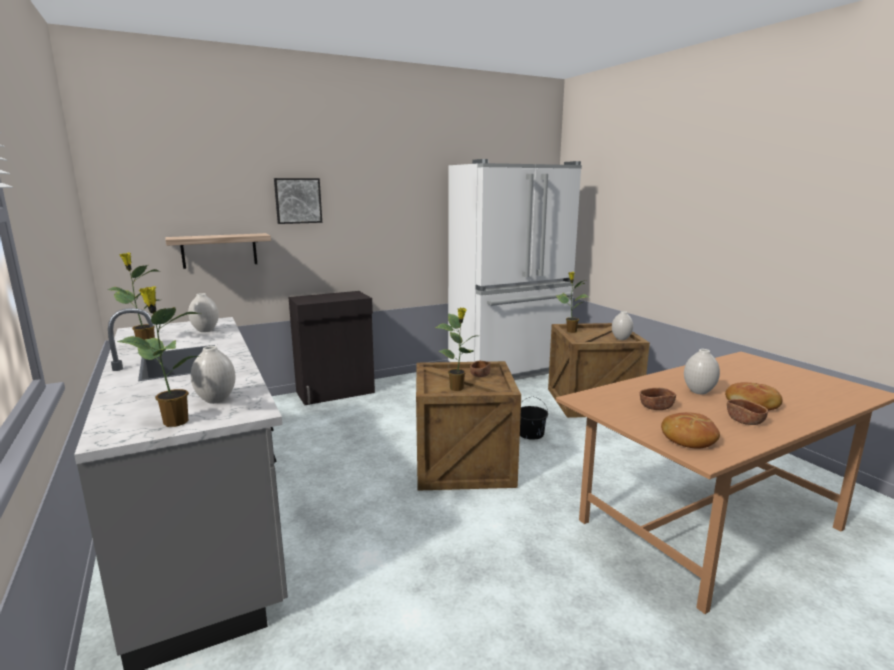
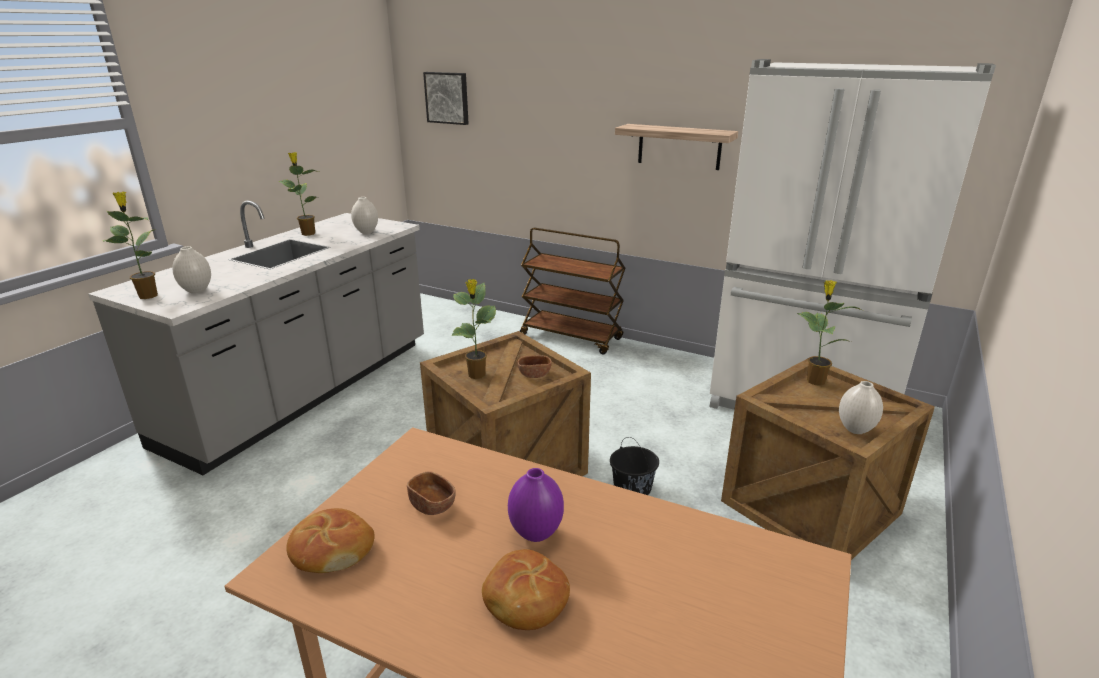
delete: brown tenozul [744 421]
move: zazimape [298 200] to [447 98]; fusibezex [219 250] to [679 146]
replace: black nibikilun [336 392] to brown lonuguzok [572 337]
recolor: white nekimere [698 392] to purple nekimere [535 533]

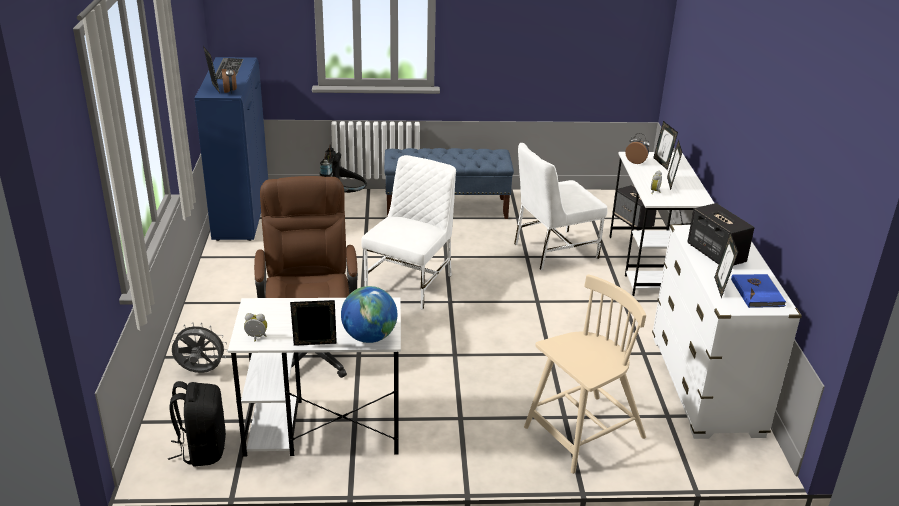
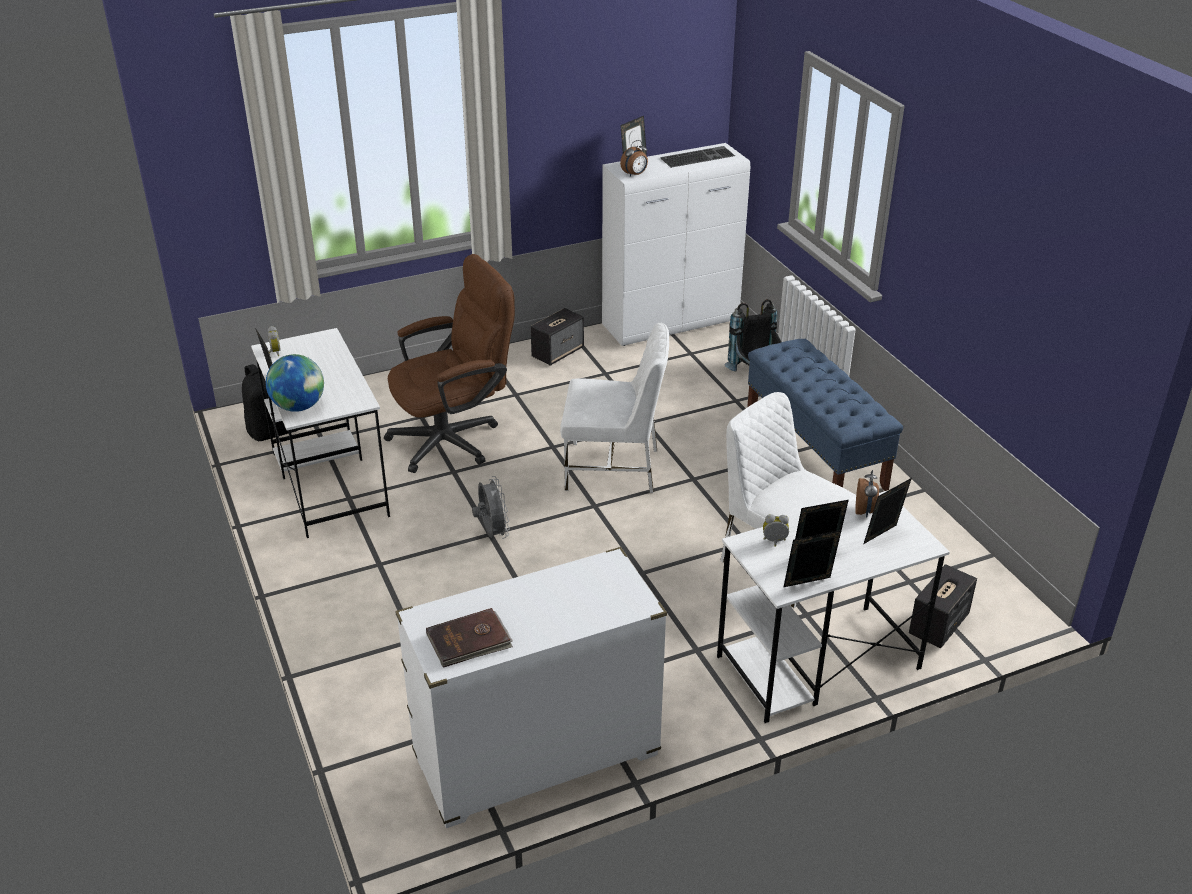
delete: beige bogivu [583 434]
move: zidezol [715 253] to [558 352]; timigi [721 287] to [808 585]; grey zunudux [200 372] to [492 533]
recolor: blue nibikilun [241 214] to white nibikilun [671 324]; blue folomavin [758 293] to brown folomavin [469 641]

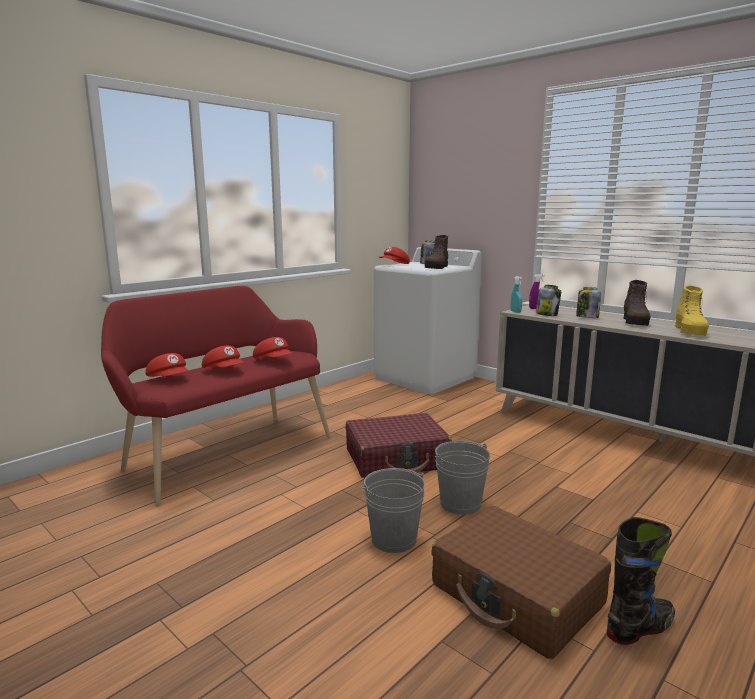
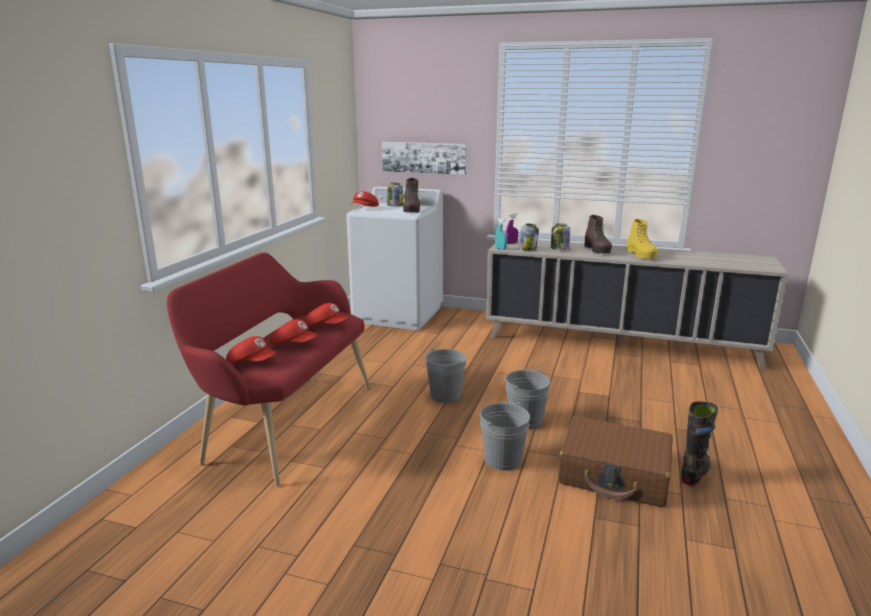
insert: zazimape [424 157]
replace: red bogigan [397 459] to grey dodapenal [445 395]

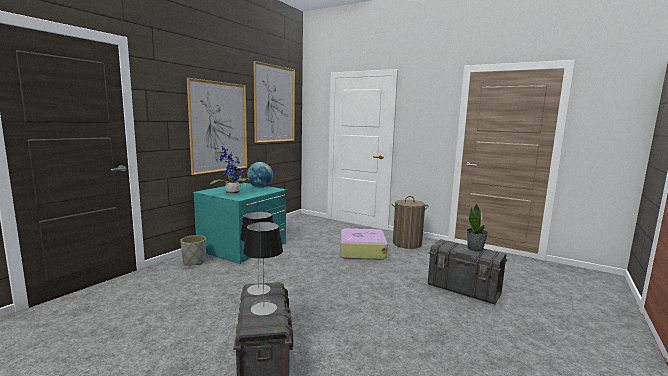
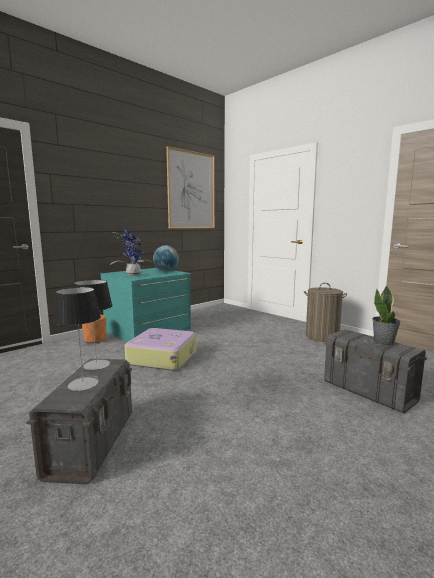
delete: zazimape [219 127]
move: bogigan [361 251] to [162 357]
recolor: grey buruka [194 262] to orange buruka [95 340]

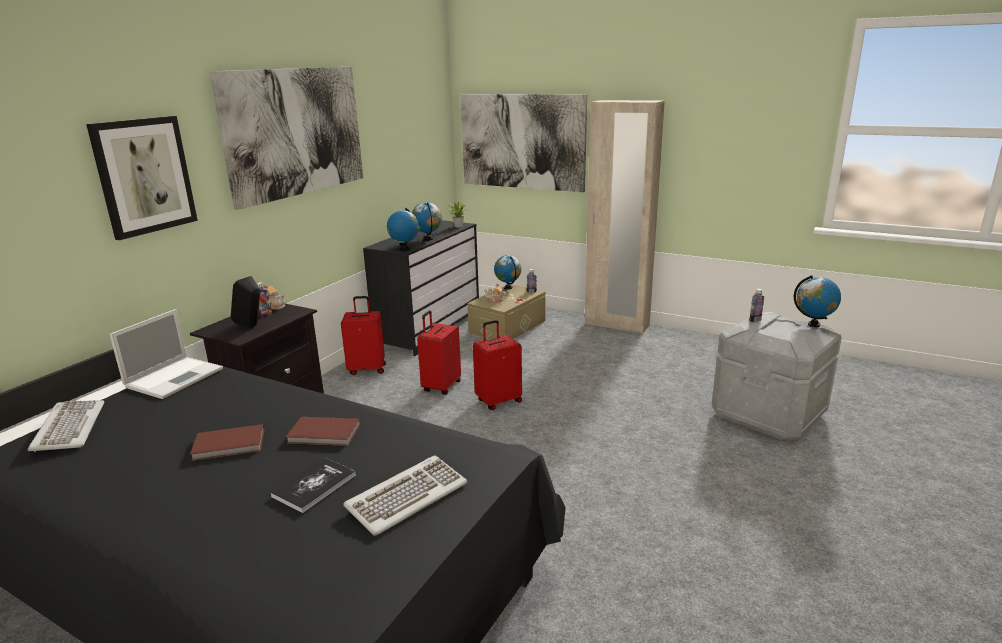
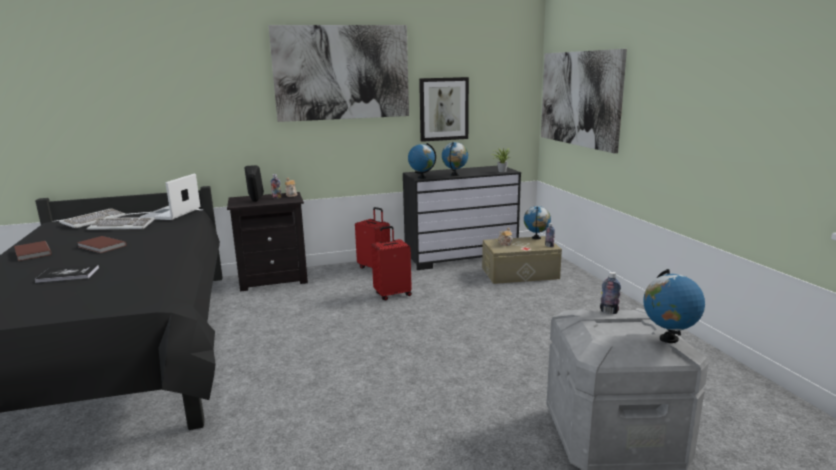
delete: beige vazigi [616 324]; red bogigan [498 401]
move: zazimape [144 176] to [443 109]; brown folomavin [324 434] to [32 253]; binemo [407 497] to [122 226]
rotate: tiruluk [175 377] = [171 213] 120 degrees clockwise

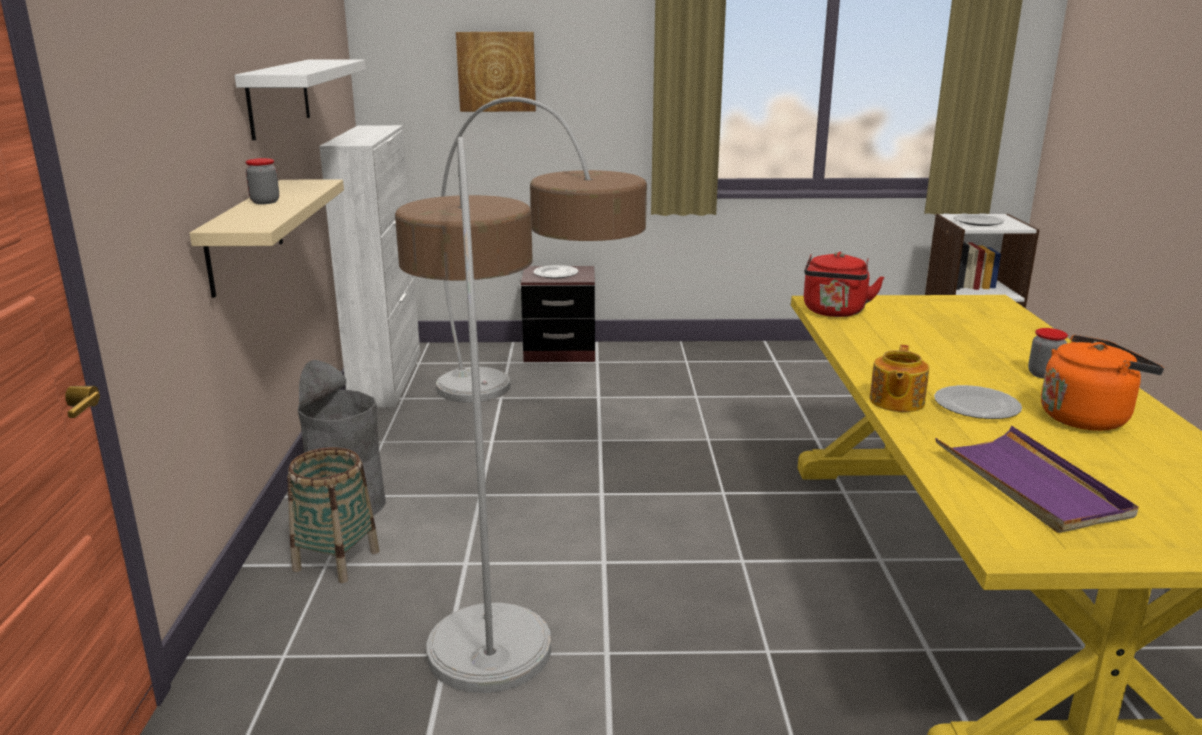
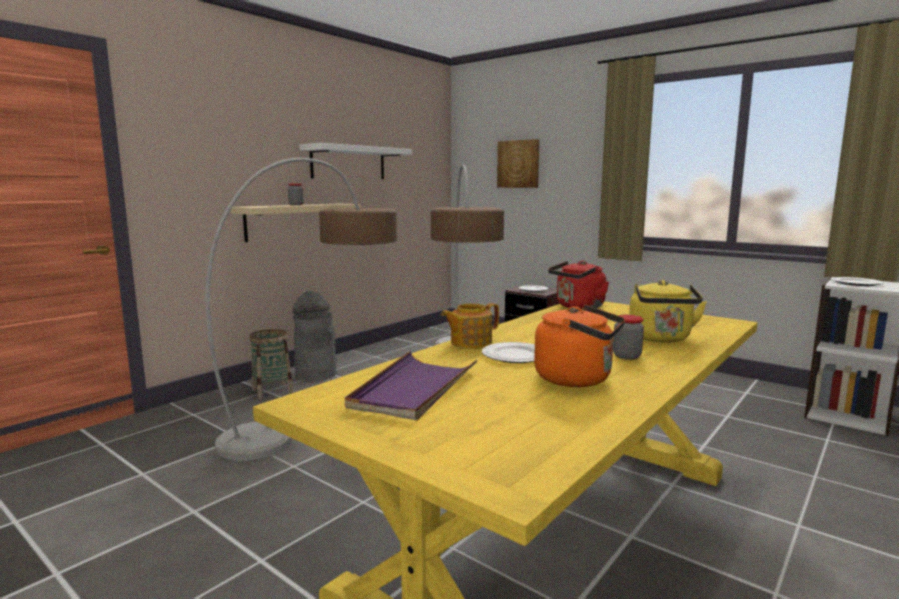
delete: white nibikilun [387 378]
insert: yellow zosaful [661 338]

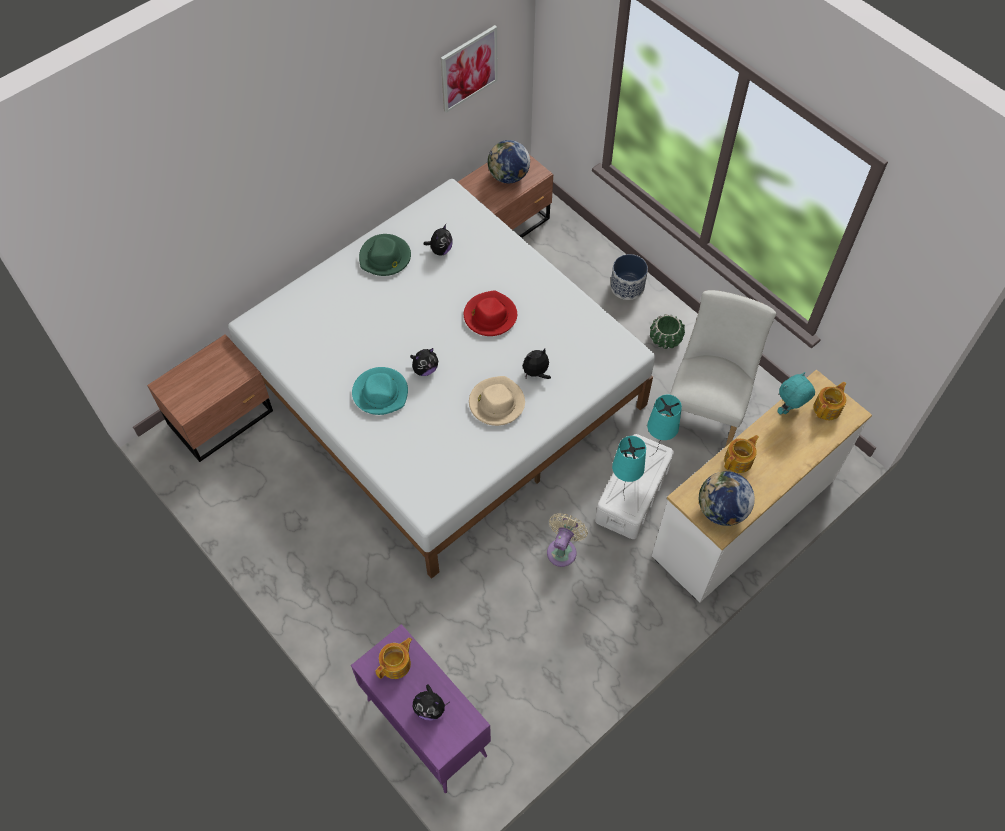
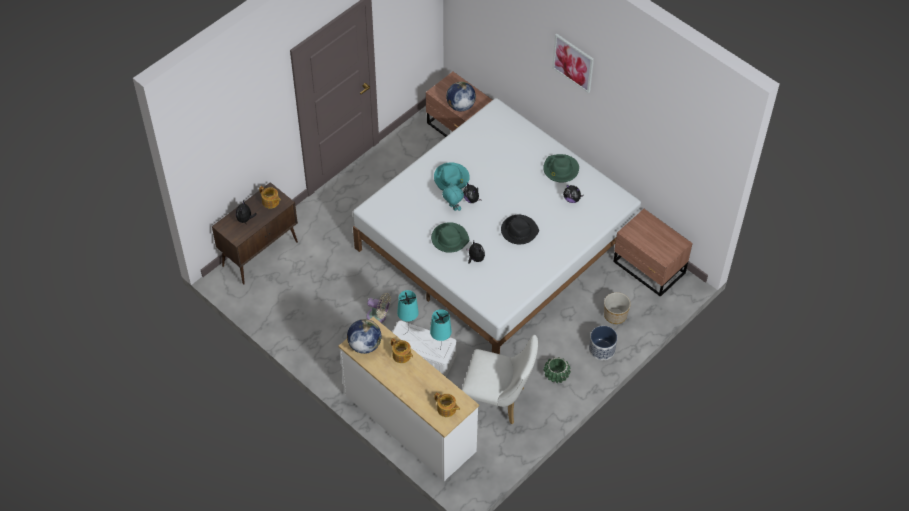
insert: buruka [615 315]
move: zazimape [469 68] to [573 62]; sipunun [508 176] to [460 106]; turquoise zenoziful [789 410] to [452 208]
recolor: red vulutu [490 316] to black vulutu [519 231]; beige vulutu [496 403] to green vulutu [449 239]; purple nibikilun [425 726] to brown nibikilun [260 253]

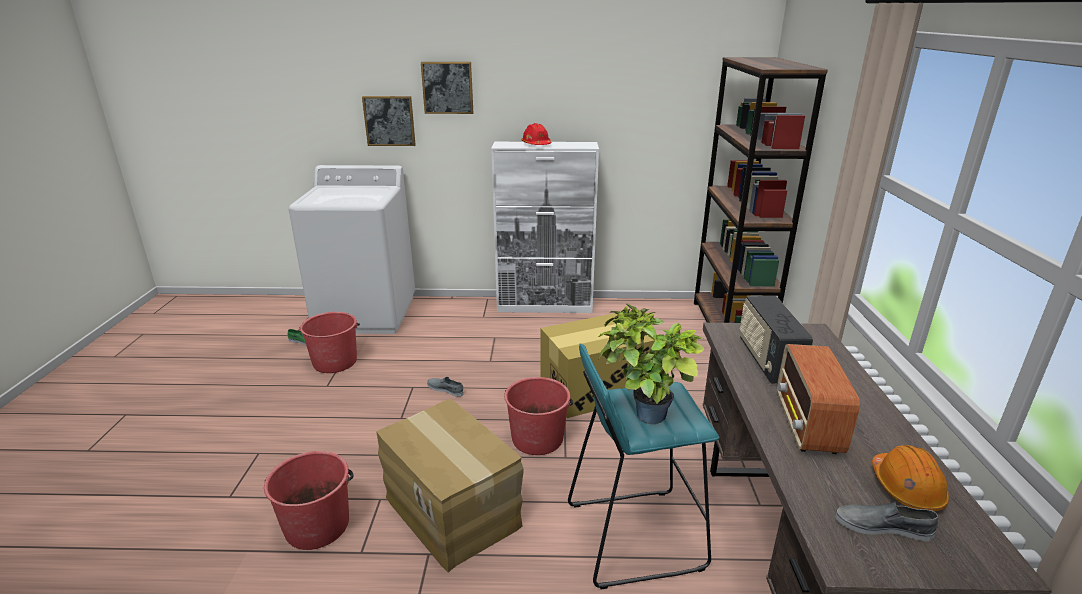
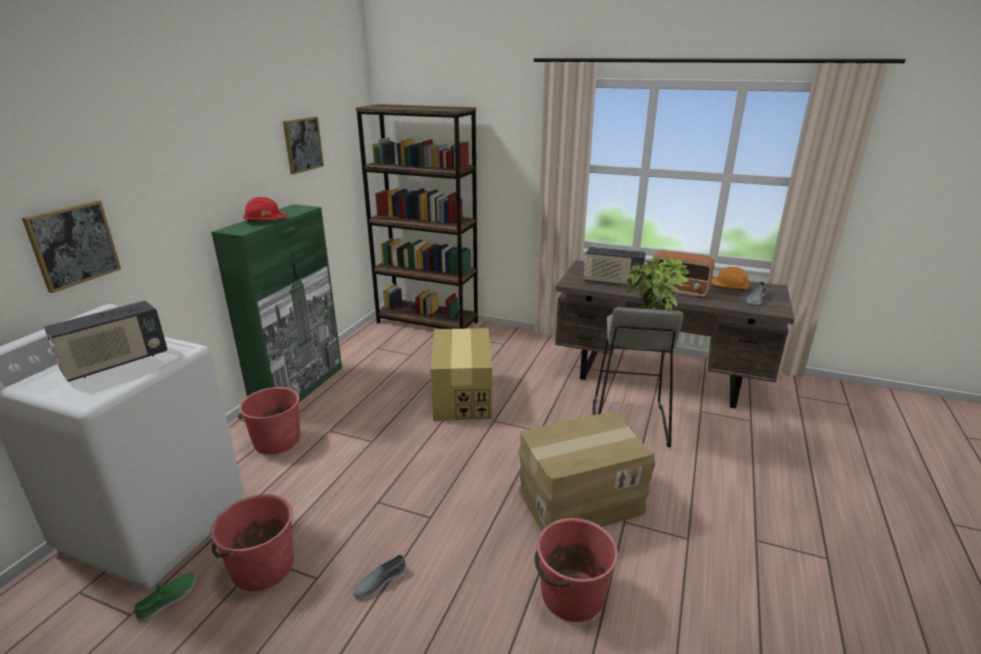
insert: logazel [116 363]
move: zazimape [447 87] to [303 144]; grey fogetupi [445 389] to [380 581]; red dodapenal [537 438] to [276 440]
recolor: white nibikilun [545 306] to green nibikilun [299 388]; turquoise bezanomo [633 535] to grey bezanomo [628 423]

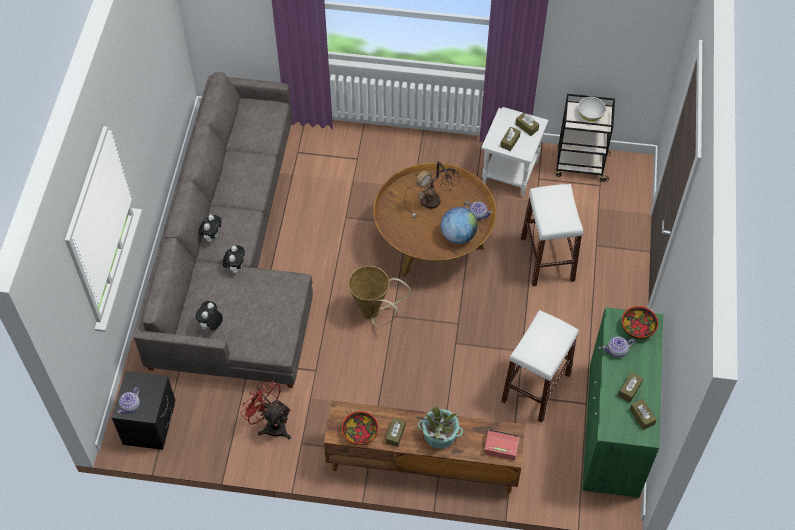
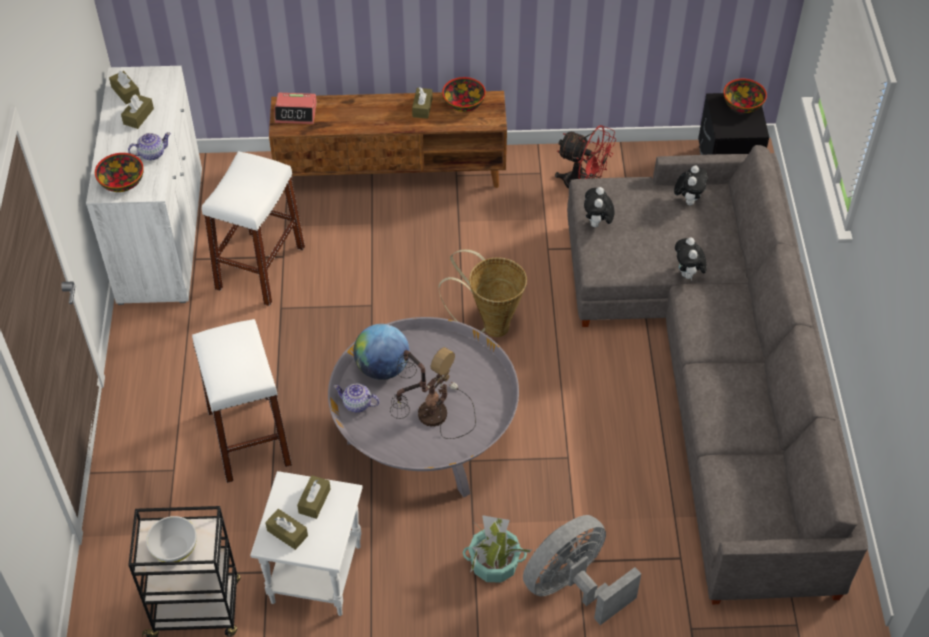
insert: grey zunudux [573 586]
move: zenoziful [212 236] to [597 224]; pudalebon [440 434] to [494 563]
replace: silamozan [131 405] to tenozul [742 105]
recolor: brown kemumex [433 241] to grey kemumex [425 438]; green nibikilun [613 429] to white nibikilun [161 235]

